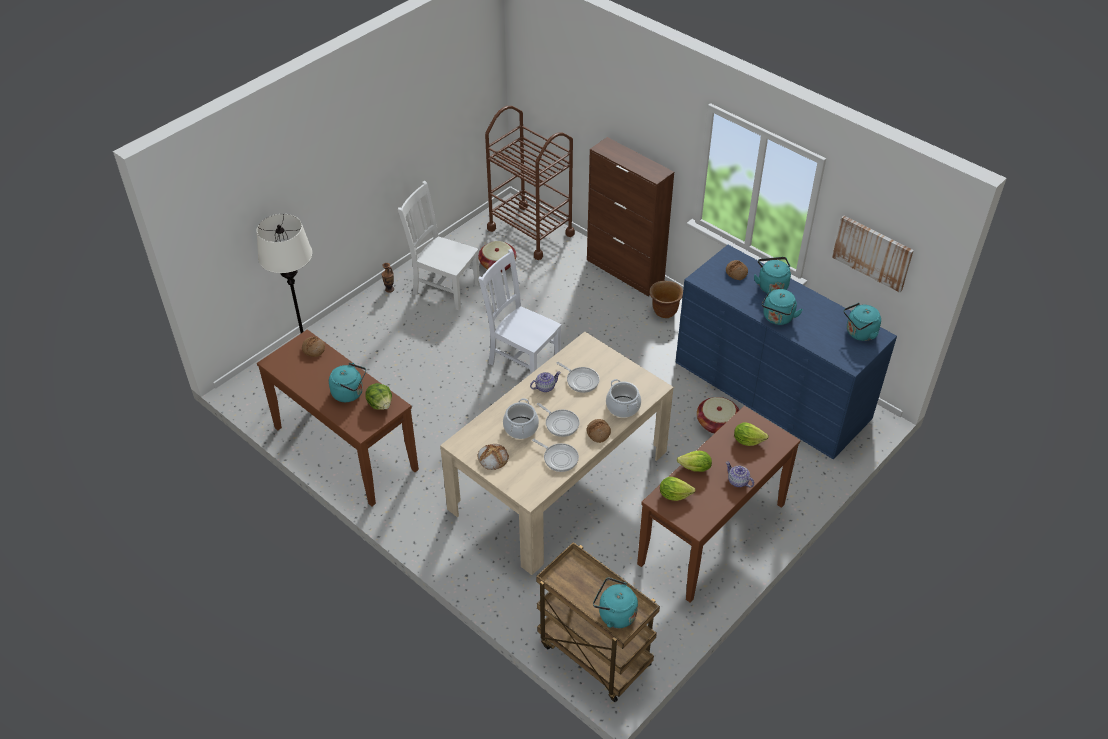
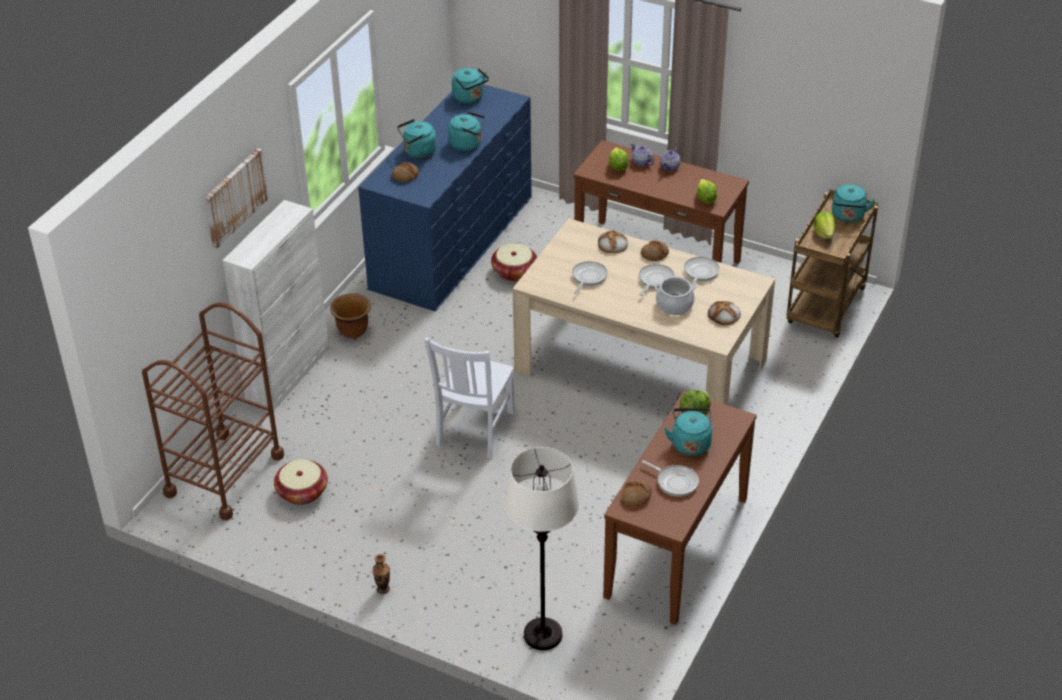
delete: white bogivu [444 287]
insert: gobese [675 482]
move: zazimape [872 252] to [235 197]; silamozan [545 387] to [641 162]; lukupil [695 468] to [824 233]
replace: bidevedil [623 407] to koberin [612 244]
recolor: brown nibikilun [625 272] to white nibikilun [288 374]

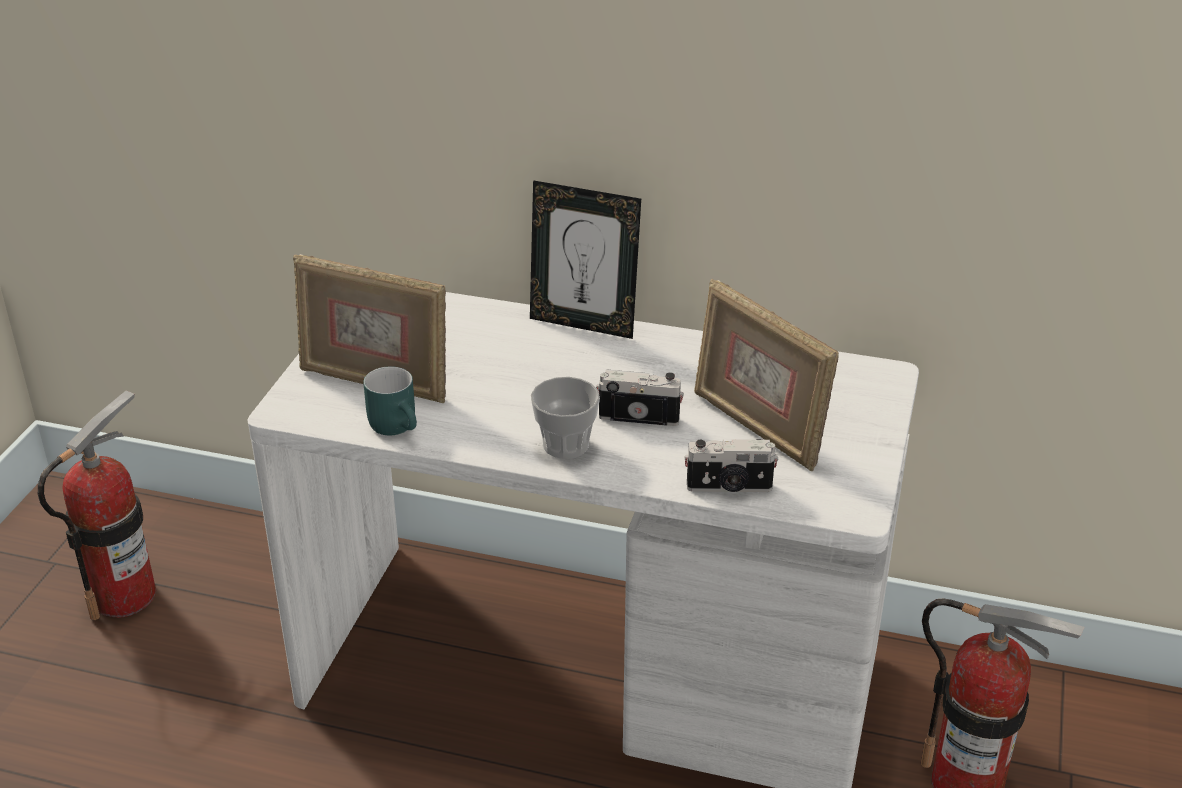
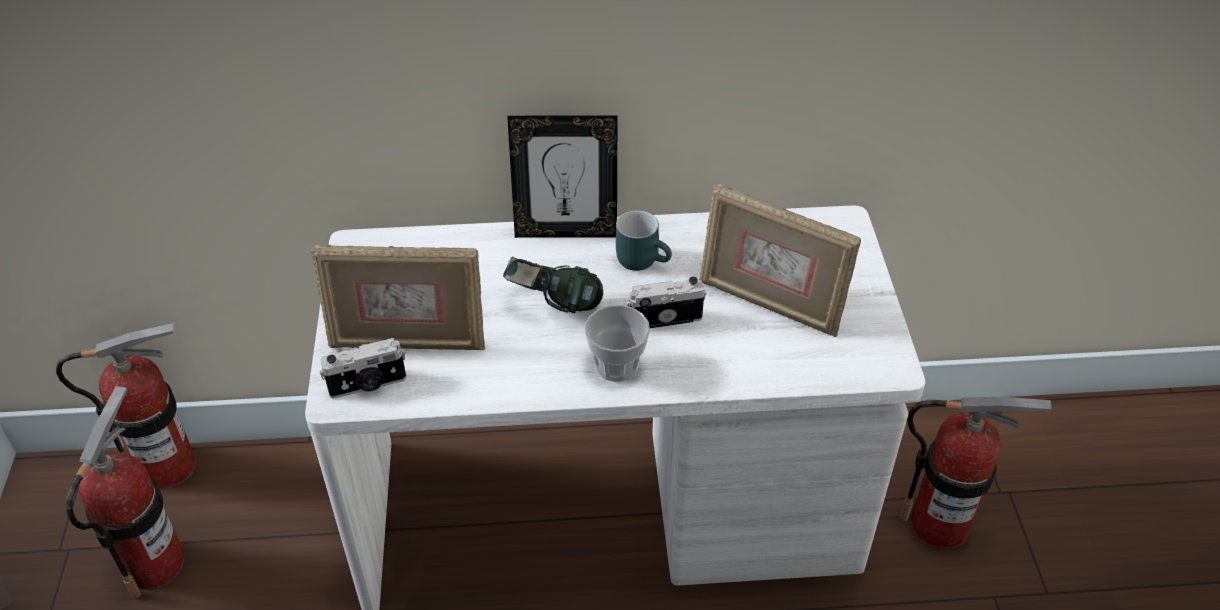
insert: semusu [553 306]; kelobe [167 466]
move: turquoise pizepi [399 426] to [644 259]; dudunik [729 487] to [368 385]

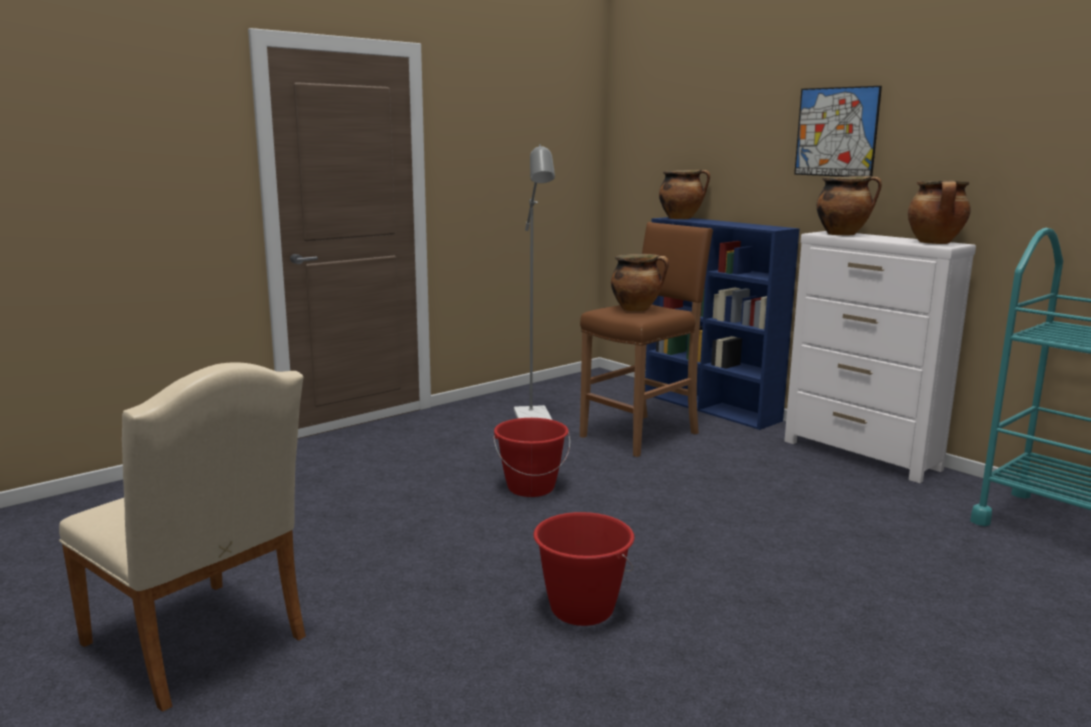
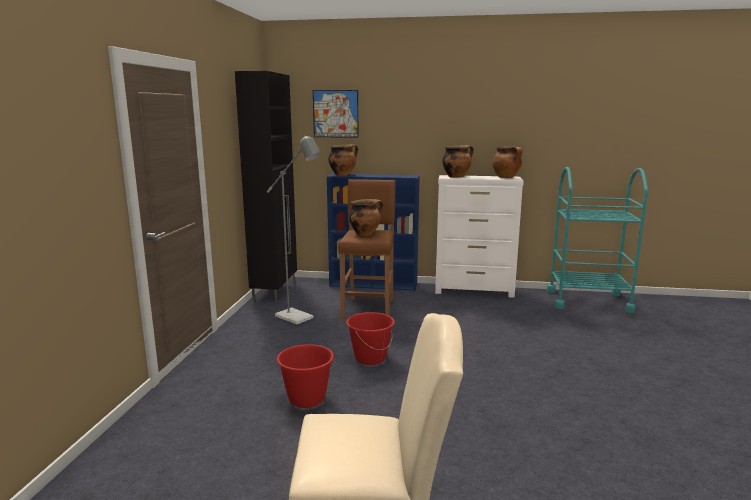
insert: black nibikilun [275 292]
move: zazimape [836 132] to [335 114]; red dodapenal [581 609] to [306 399]

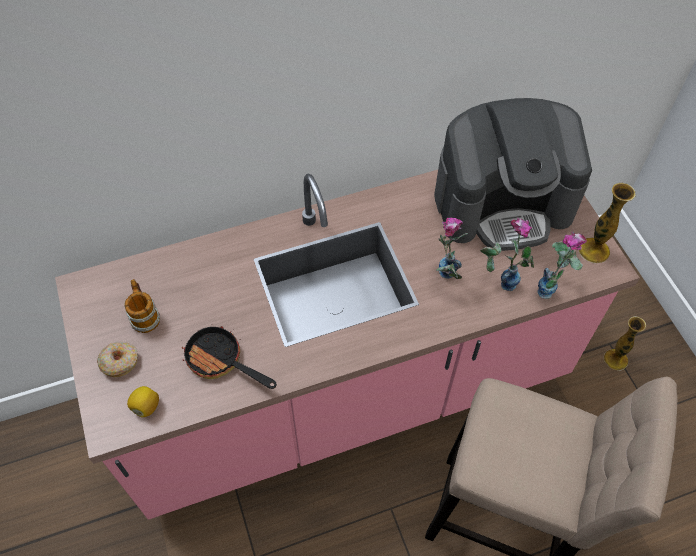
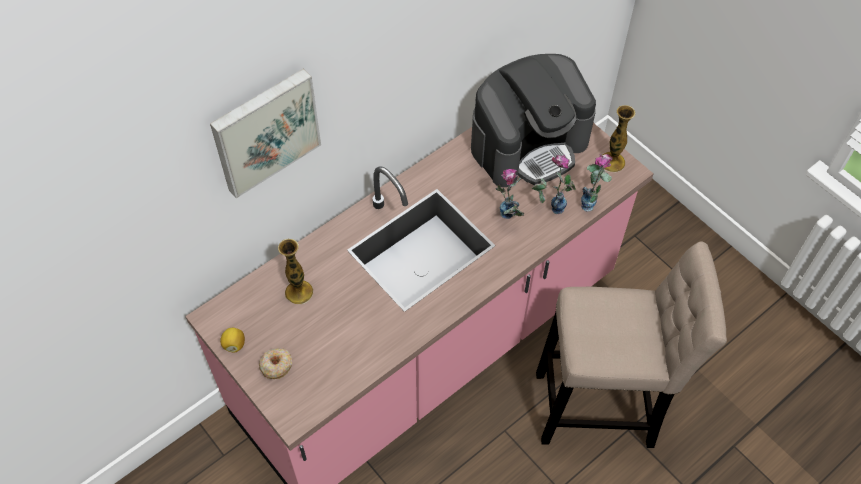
delete: pizepi [144 315]; gobese [221 361]
insert: zazimape [265 130]
move: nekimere [616 359] to [299 292]; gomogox [146 406] to [234 344]

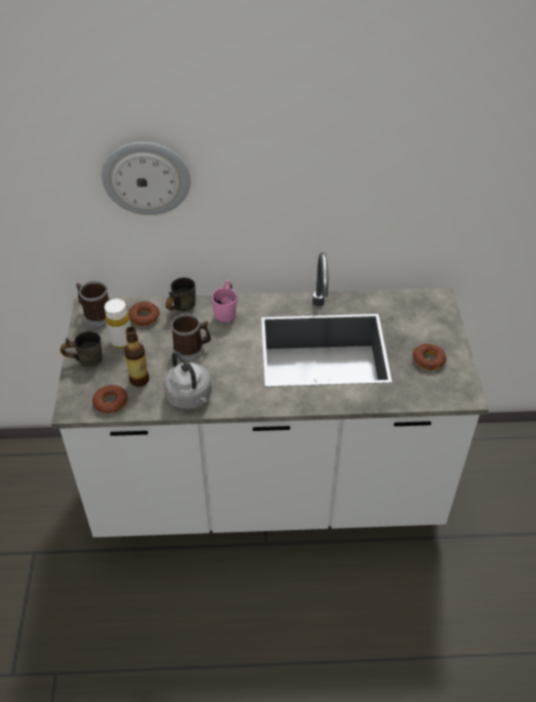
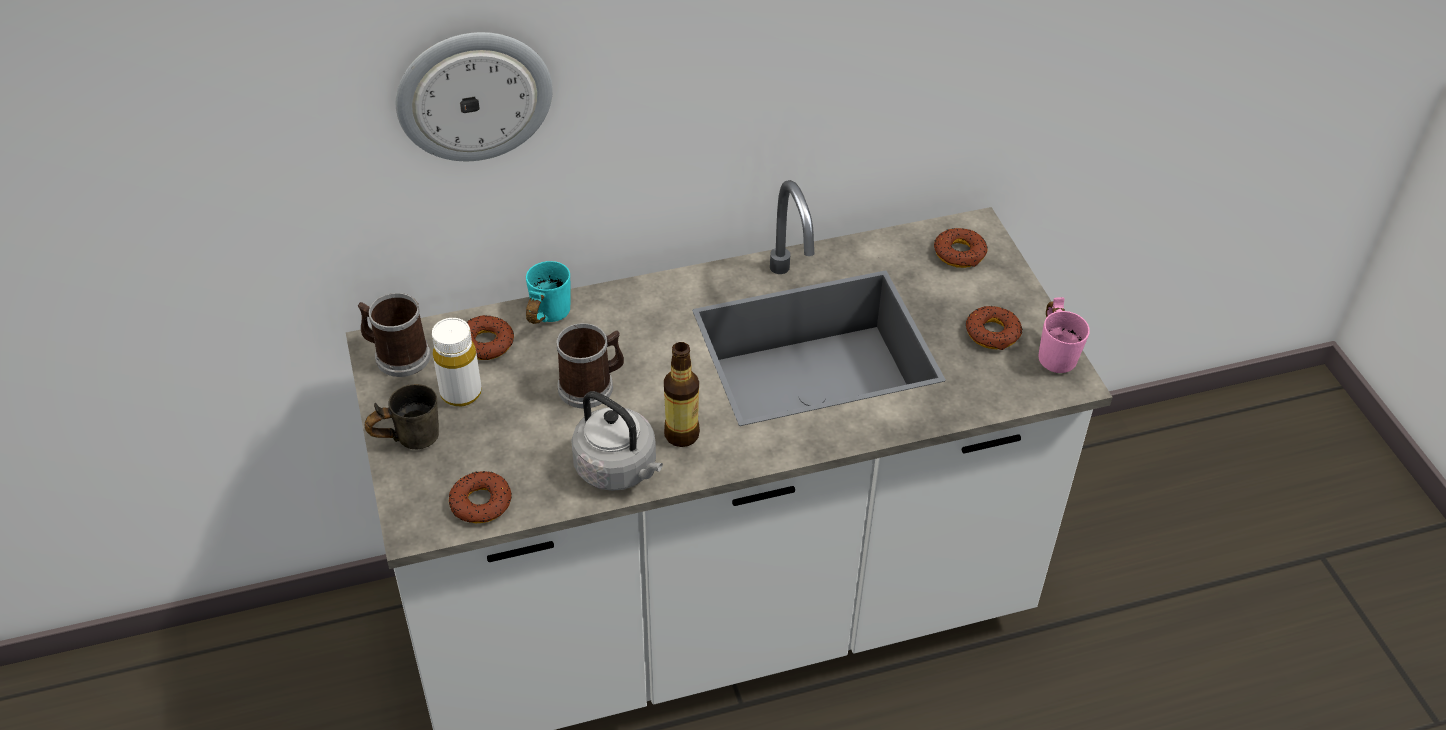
insert: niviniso [959 253]
move: pink pizepi [228 312] to [1059 354]; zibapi [139 380] to [682 434]
recolor: grey pizepi [179 307] to turquoise pizepi [543 316]

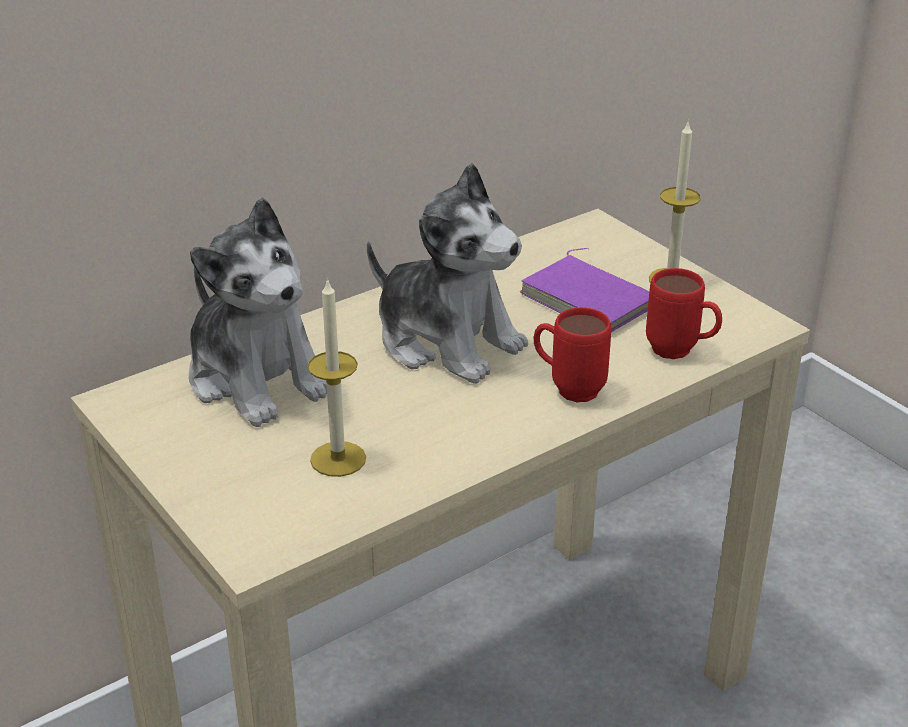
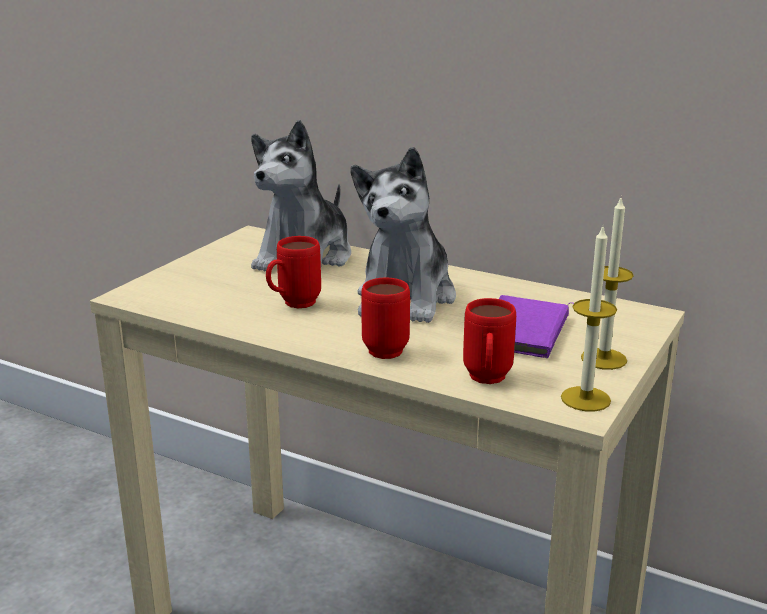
insert: red pizepi [293 305]
move: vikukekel [338 459] to [585 399]

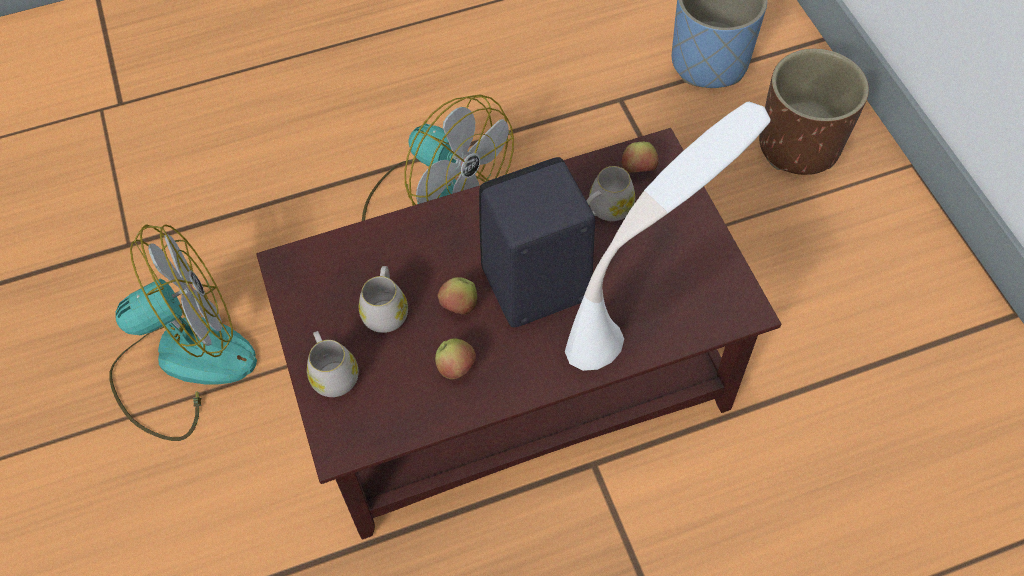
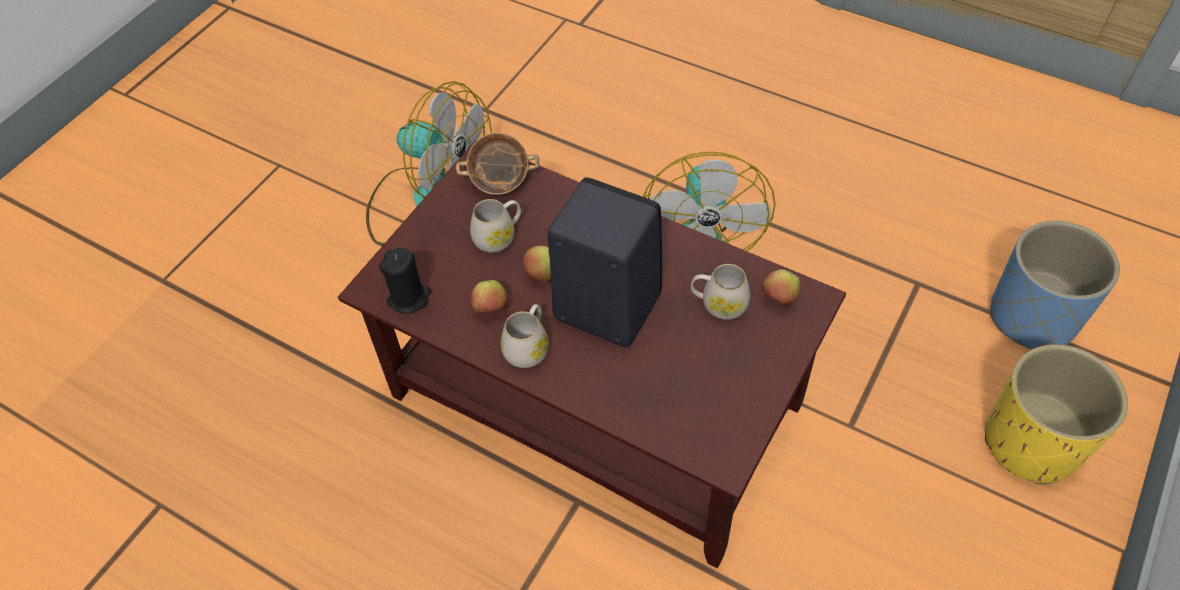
delete: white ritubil [649 304]
insert: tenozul [500 181]; black vikukekel [409 298]
move: white pizepi [333 373] to [528 347]
recolor: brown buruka [799 145] to yellow buruka [1032 443]

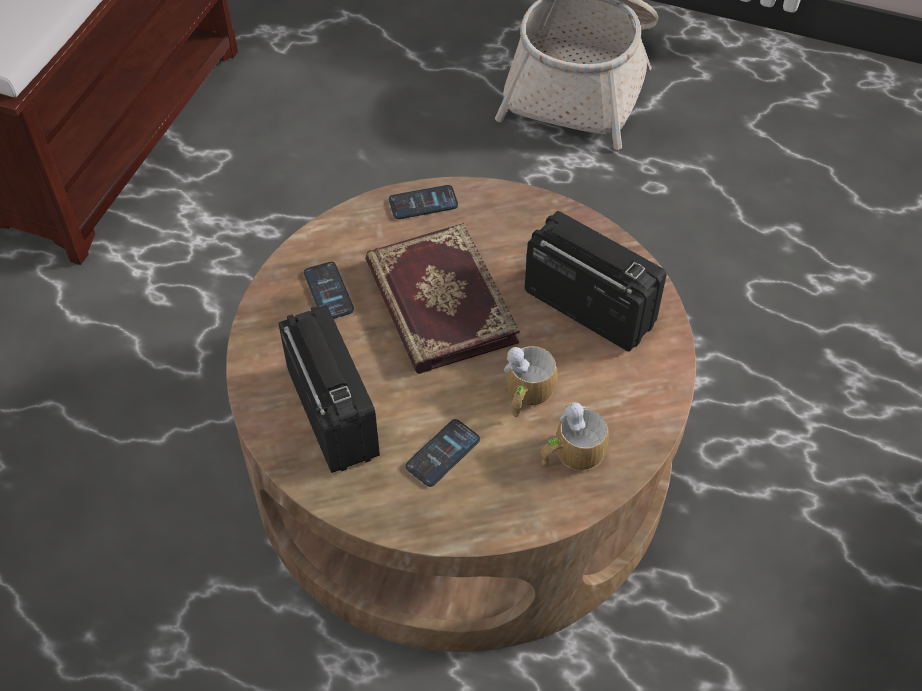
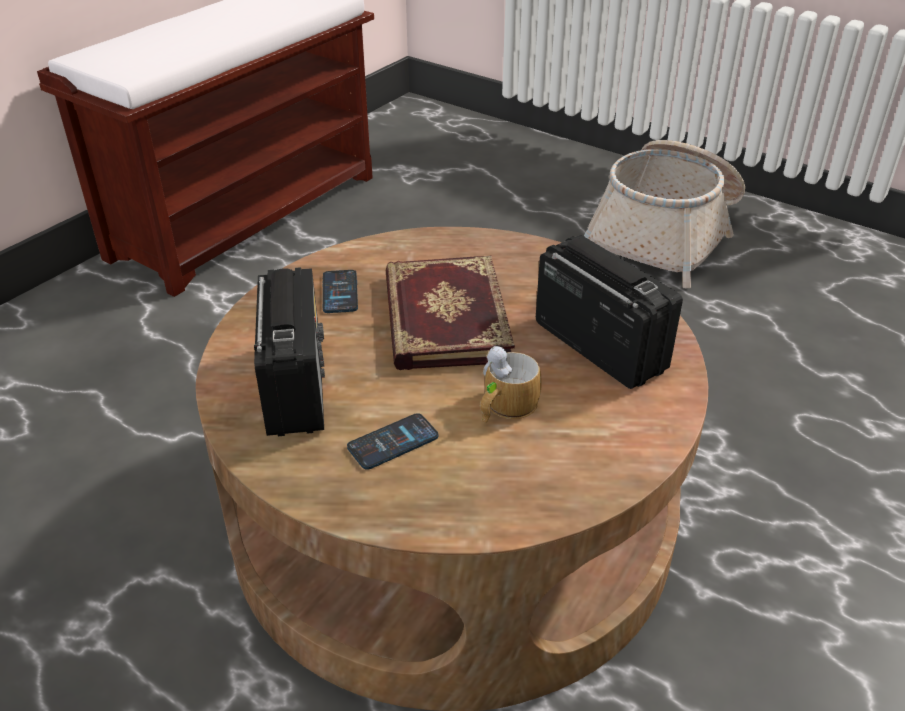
delete: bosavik [423 203]; pizepi [571 453]

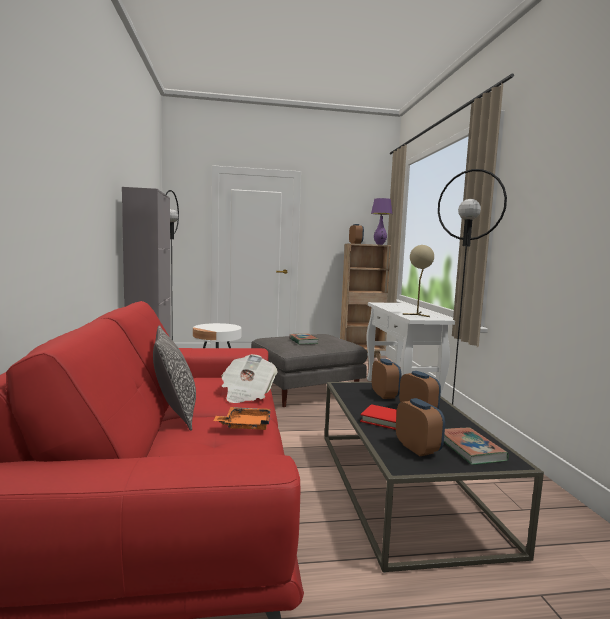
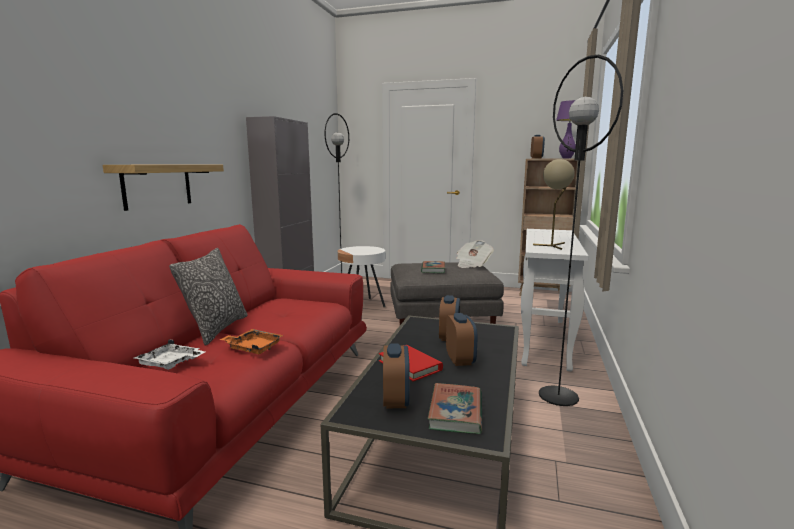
insert: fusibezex [157 185]; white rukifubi [171 363]
move: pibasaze [247 393] to [472 264]

